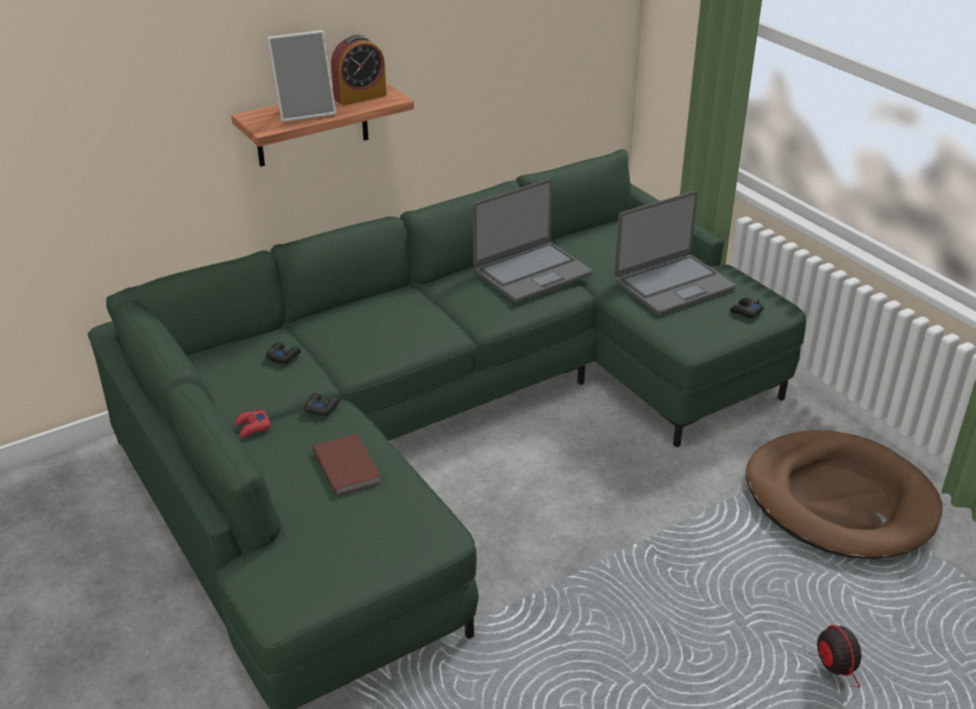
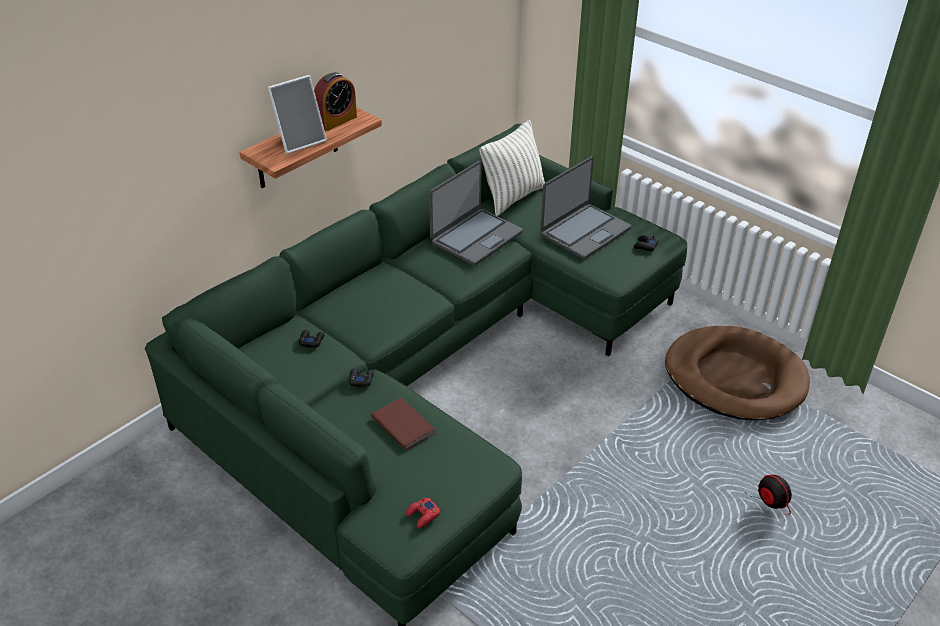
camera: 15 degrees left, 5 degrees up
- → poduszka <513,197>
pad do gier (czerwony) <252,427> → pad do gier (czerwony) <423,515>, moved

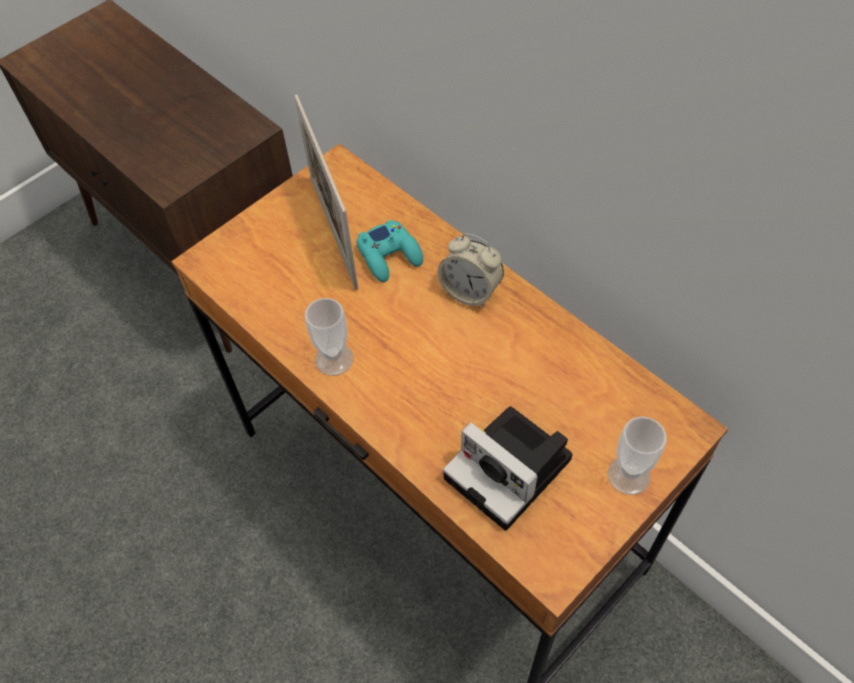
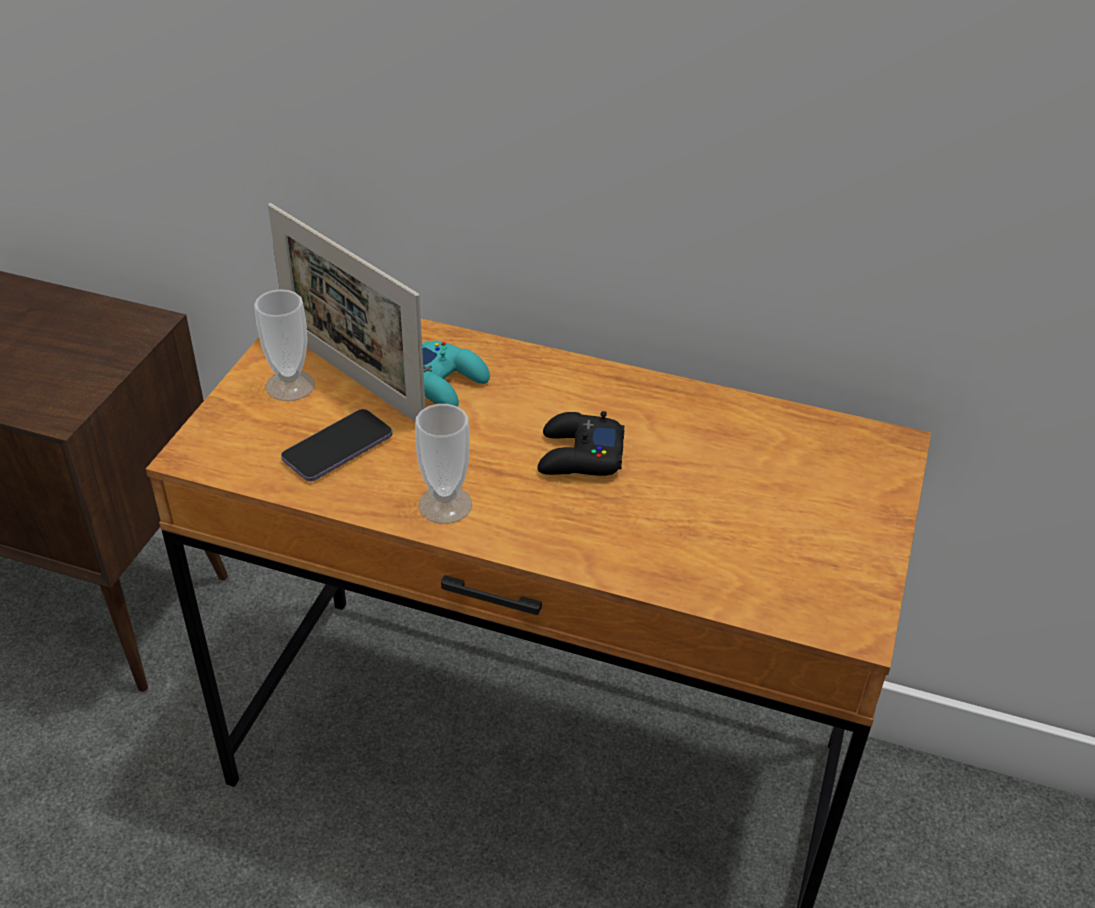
camera: 30 degrees left, 15 degrees down
budzik <470,291> → -
aparat fotograficzny <512,470> → -
- → telefon <337,448>
- → pad do gier (czarny) <579,456>
filiżanka <629,475> → filiżanka <290,386>, moved

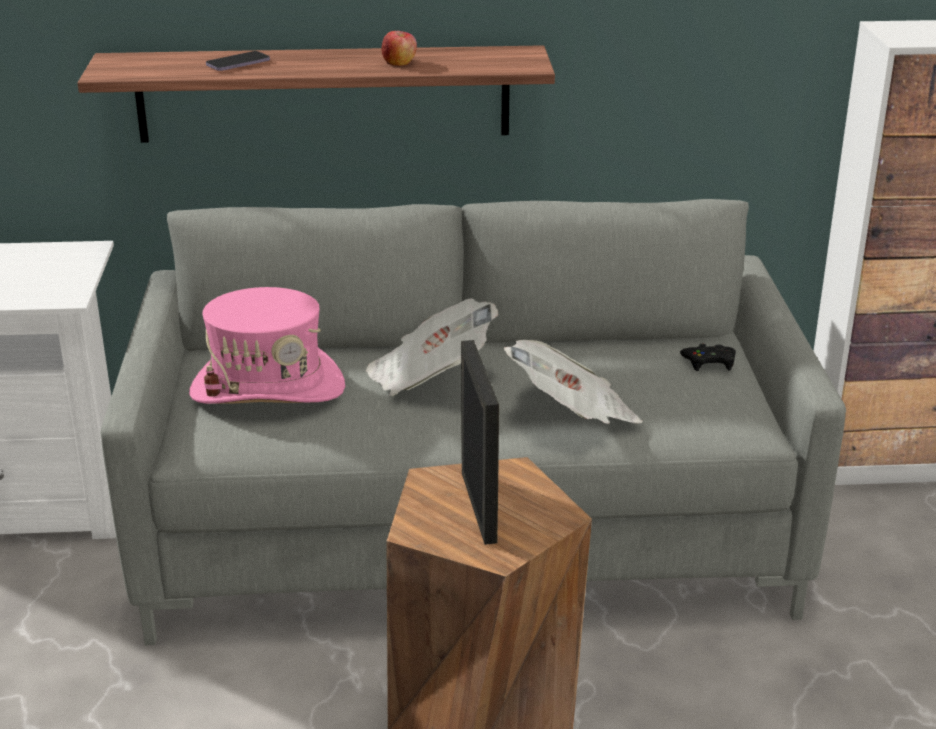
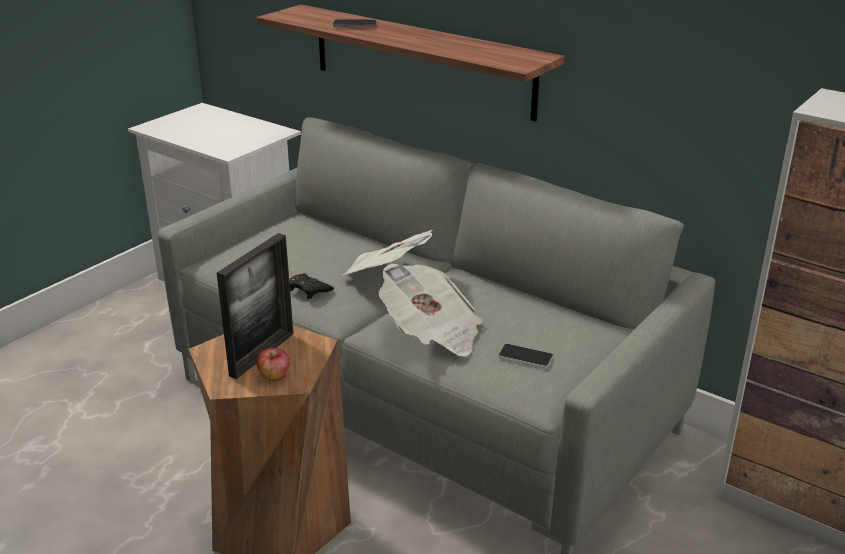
camera: 40 degrees right, 0 degrees up
kapelusz (różowy) <268,389> → -
- → telefon <525,357>
jabłko <399,63> → jabłko <274,375>, moved
pad do gier (czarny) <709,362> → pad do gier (czarny) <308,290>, moved

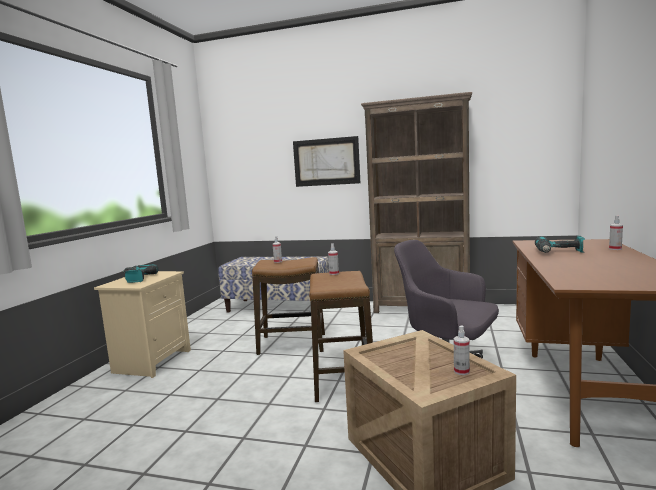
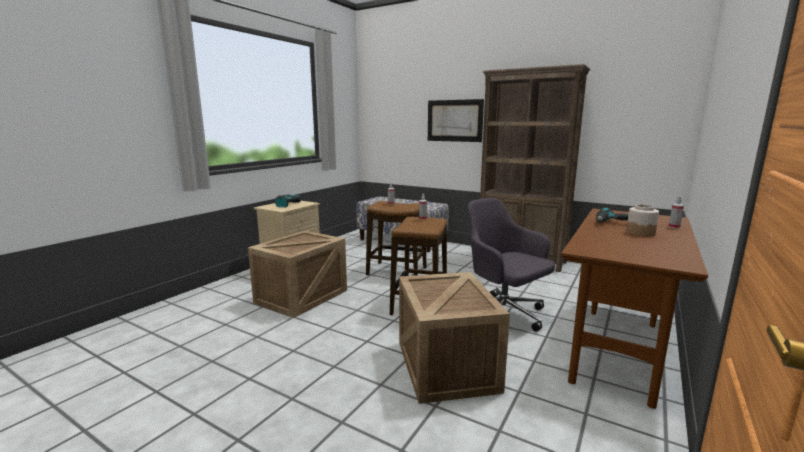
camera: 15 degrees right, 5 degrees up
spryskiwacz <461,371> → -
- → skrzynka <302,296>
- → słoik <640,233>

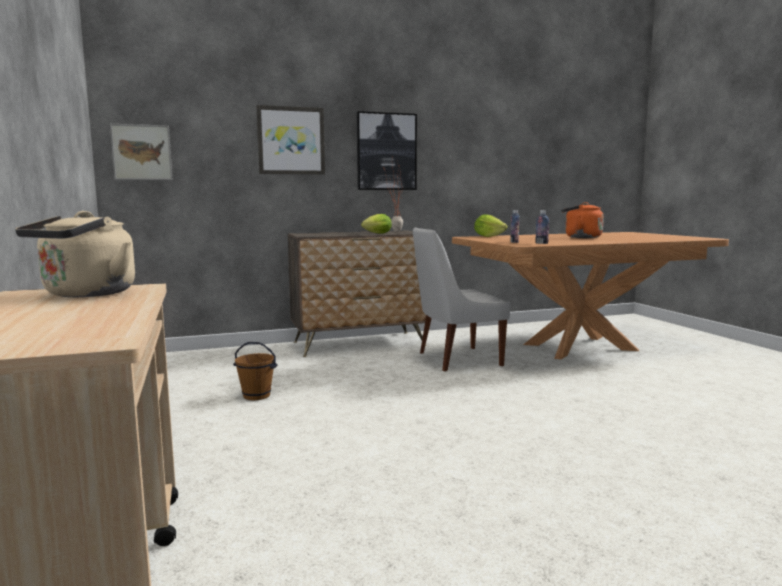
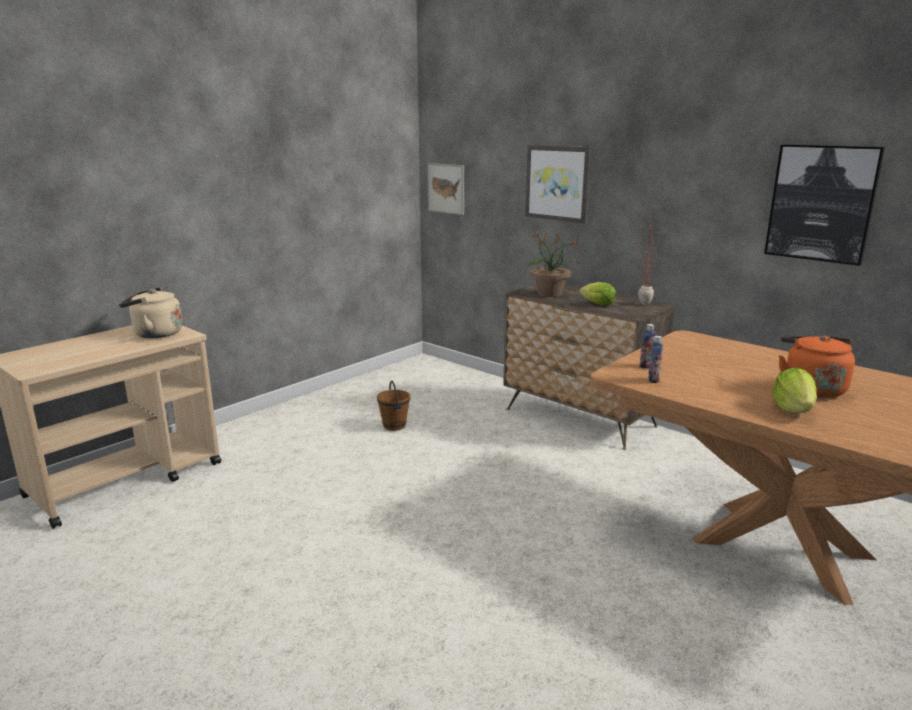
camera: 60 degrees right, 10 degrees up
krzesło (biały) <456,359> → -
- → roślina doniczkowa <550,294>
obraz <386,152> → obraz <821,203>, moved
sałata <488,236> → sałata <793,409>, moved

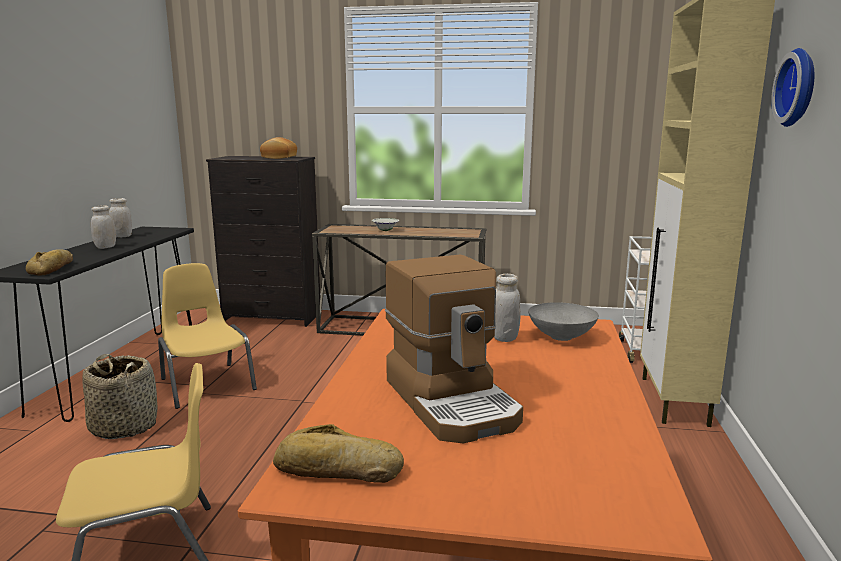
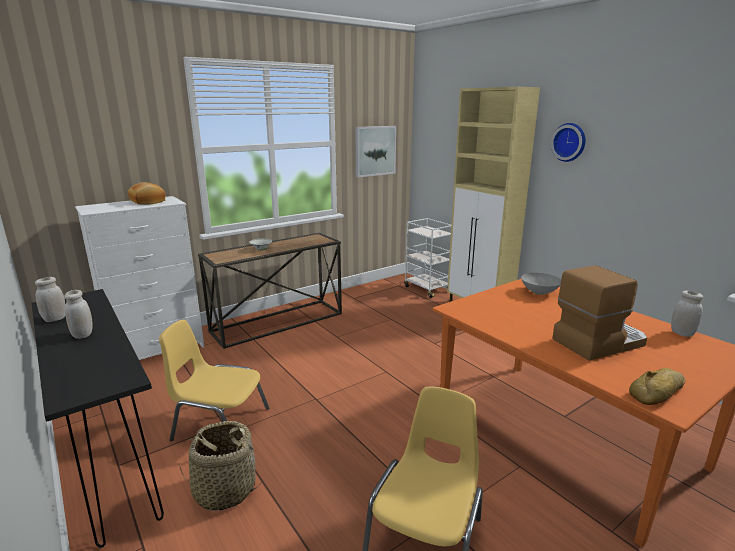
camera: 45 degrees left, 5 degrees up
chleb <53,268> → -
- → obraz <375,151>
słoik (biały) <504,338> → słoik (biały) <682,333>, moved
komoda (czarny) <273,317> → komoda (biały) <158,350>
ekspres do kawy <453,401> → ekspres do kawy <598,341>, 45 degrees counterclockwise

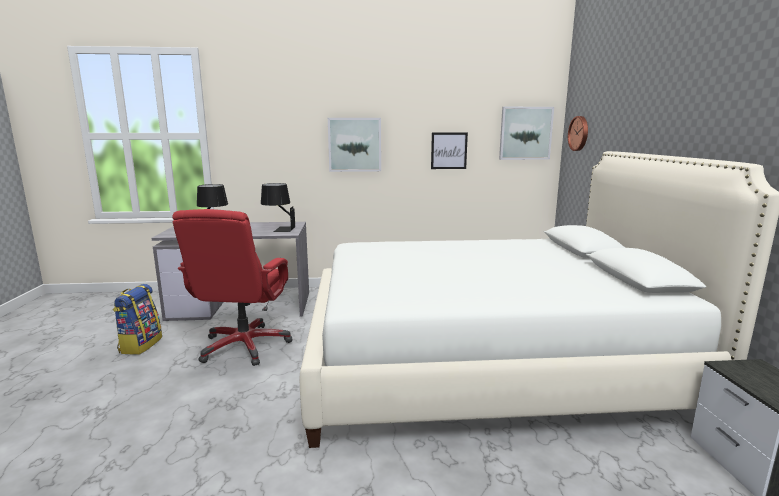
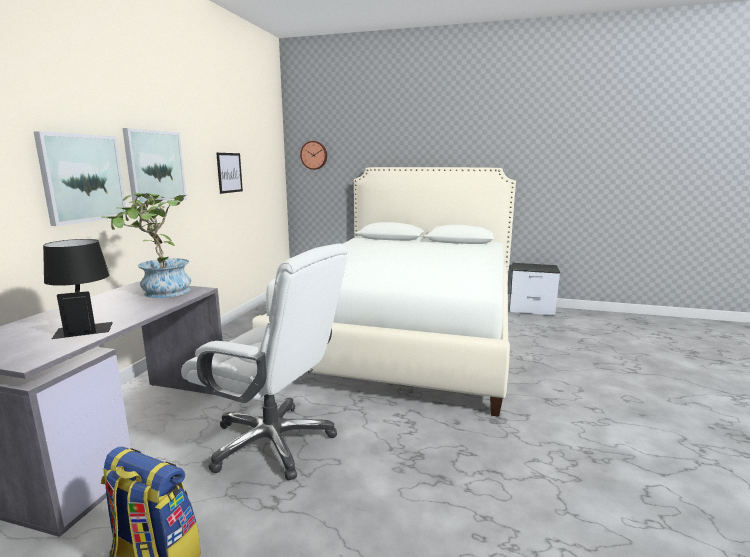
camera: 70 degrees left, 0 degrees up
obraz <525,133> → obraz <82,178>, moved
lampa stołowa (czarny) <279,229> → roślina doniczkowa <160,293>
krzesło biurowe (czerwony) <244,346> → krzesło biurowe (biały) <273,442>

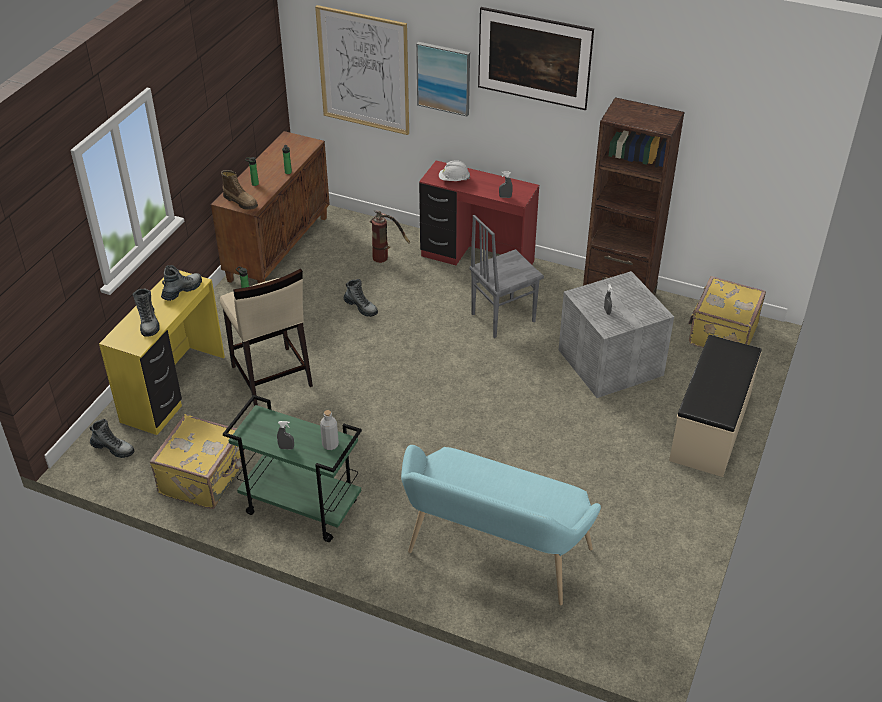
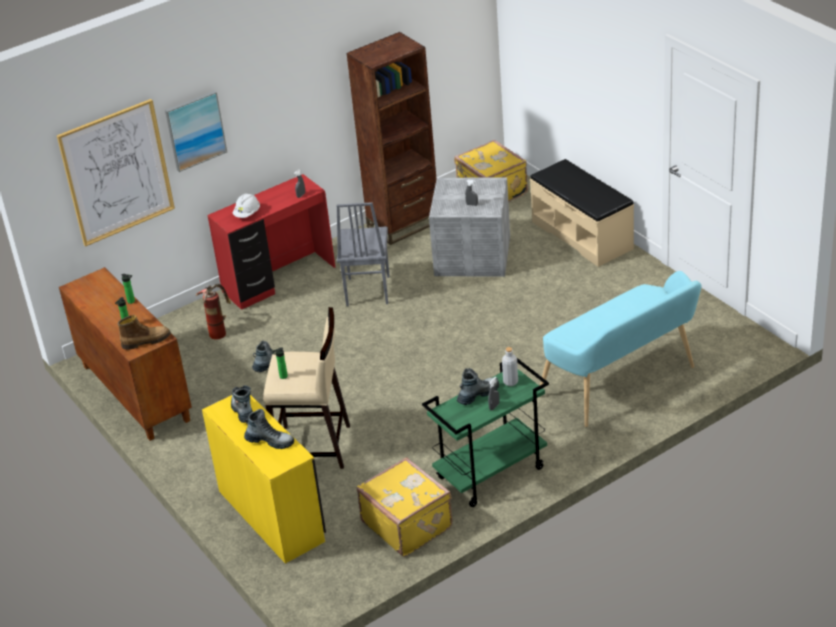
camera: 55 degrees left, 5 degrees down
obraz <533,78> → -
but z cholewką <113,448> → but z cholewką <478,395>, moved

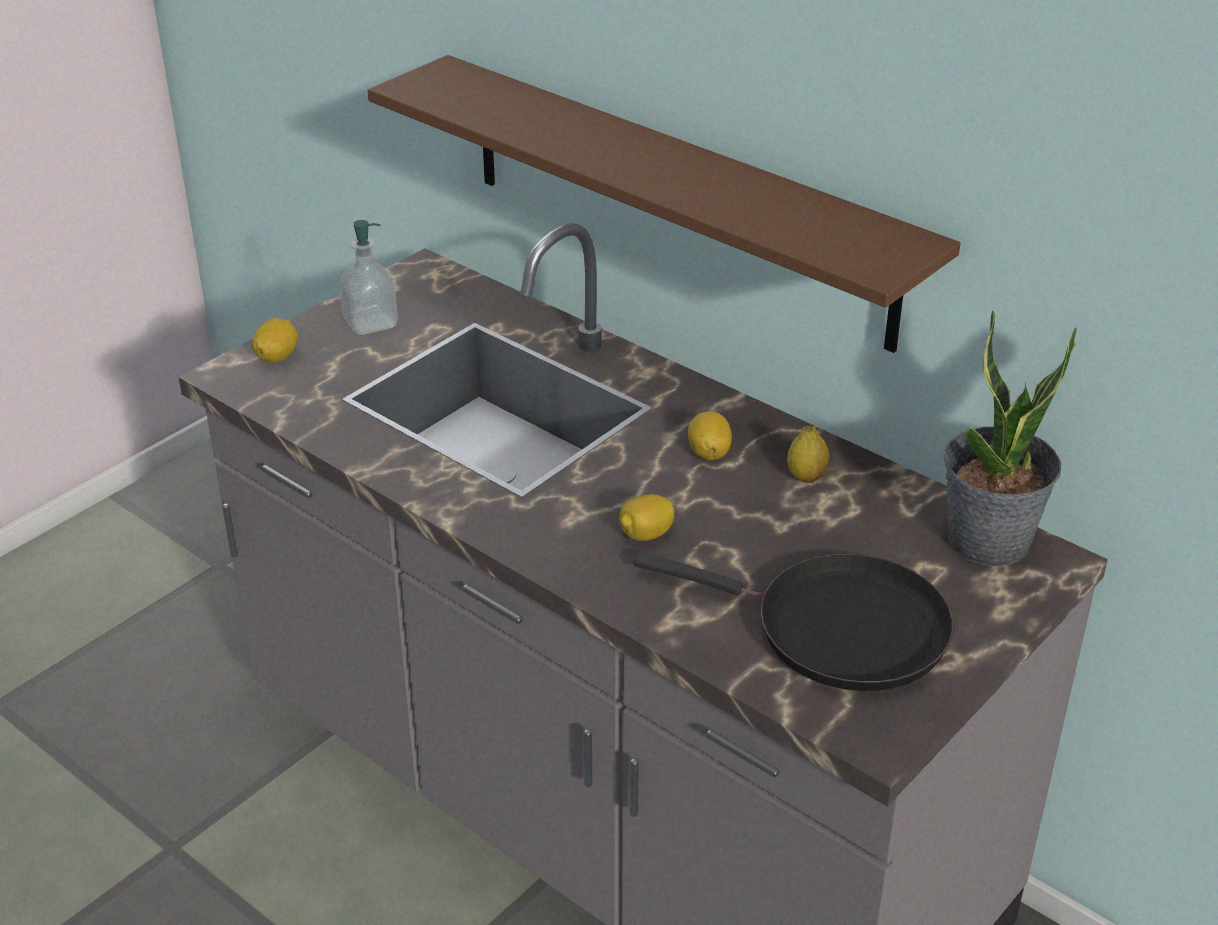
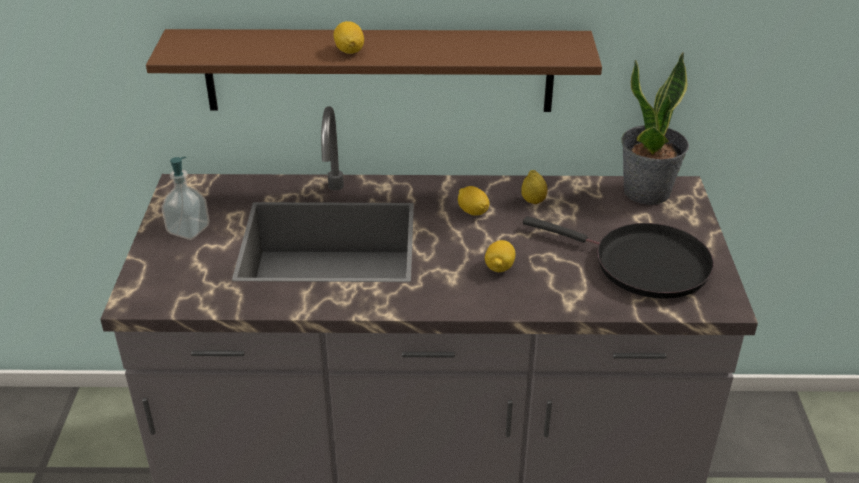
camera: 40 degrees left, 0 degrees up
cytryna <277,356> → cytryna <349,51>, moved
patelnia (czarny) <838,629> → patelnia (czarny) <643,265>, 45 degrees clockwise

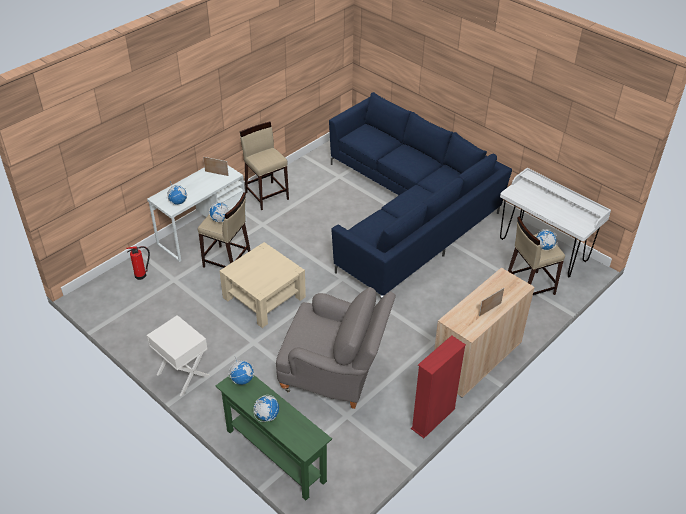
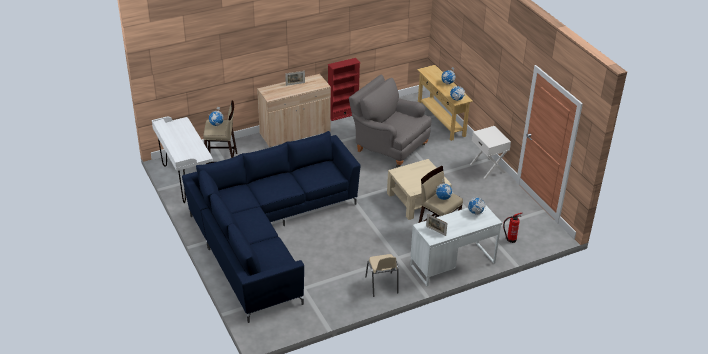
camera: 160 degrees left, 5 degrees down
stołek (beżowy) <267,195> → krzesło (beżowy) <382,285>
stolik konsolowy (zielony) <275,455> → stolik konsolowy (beżowy) <441,120>

